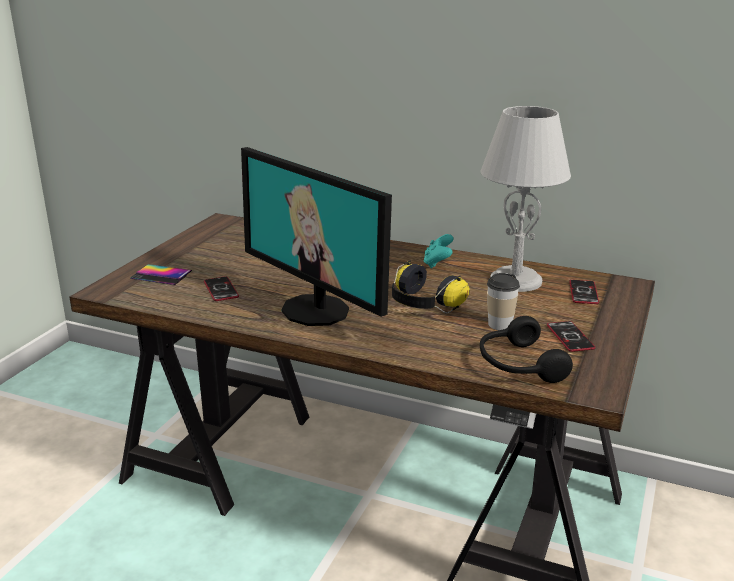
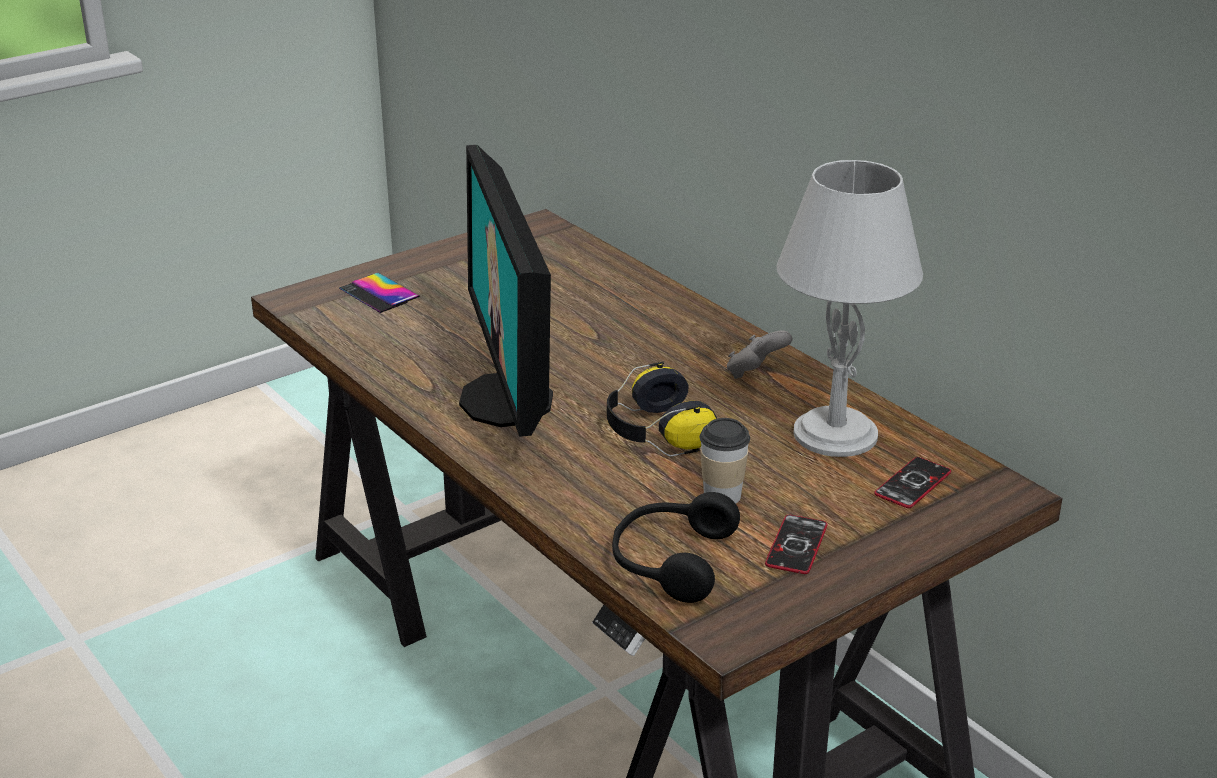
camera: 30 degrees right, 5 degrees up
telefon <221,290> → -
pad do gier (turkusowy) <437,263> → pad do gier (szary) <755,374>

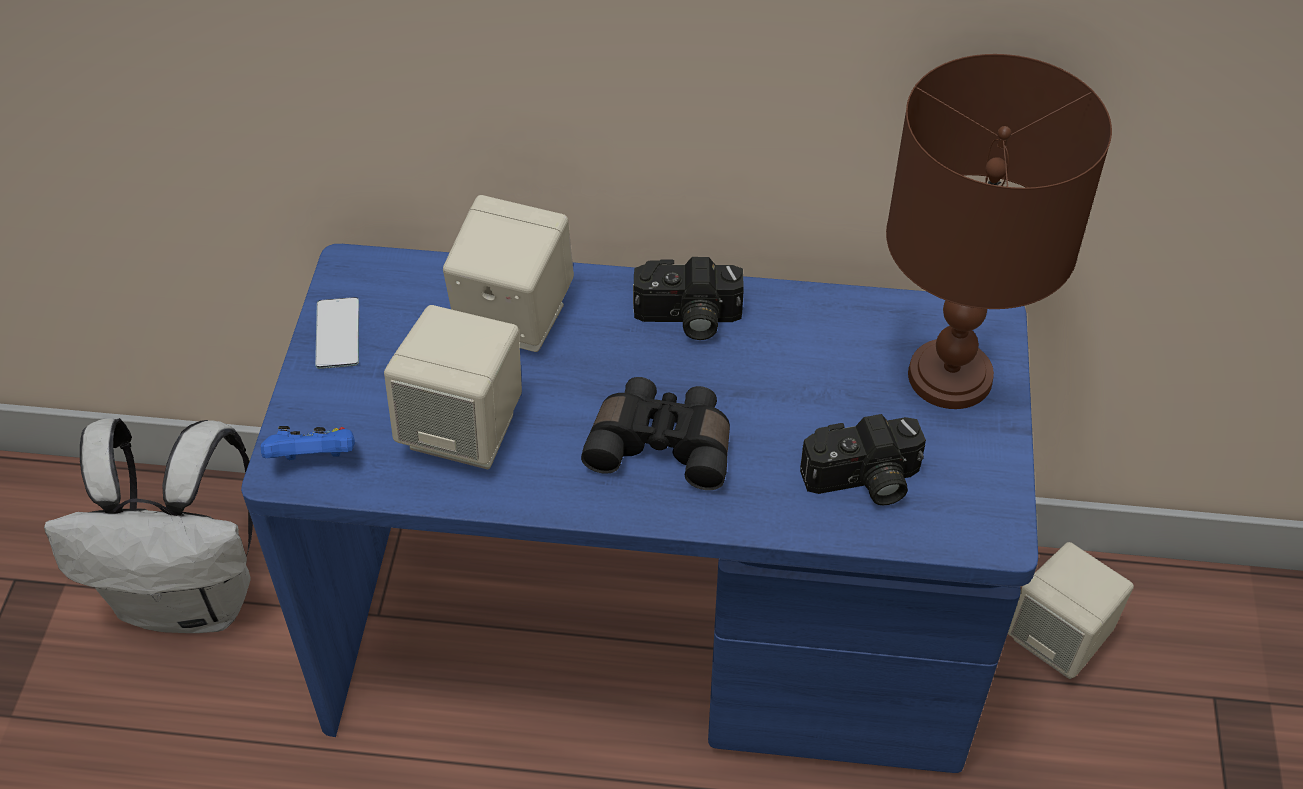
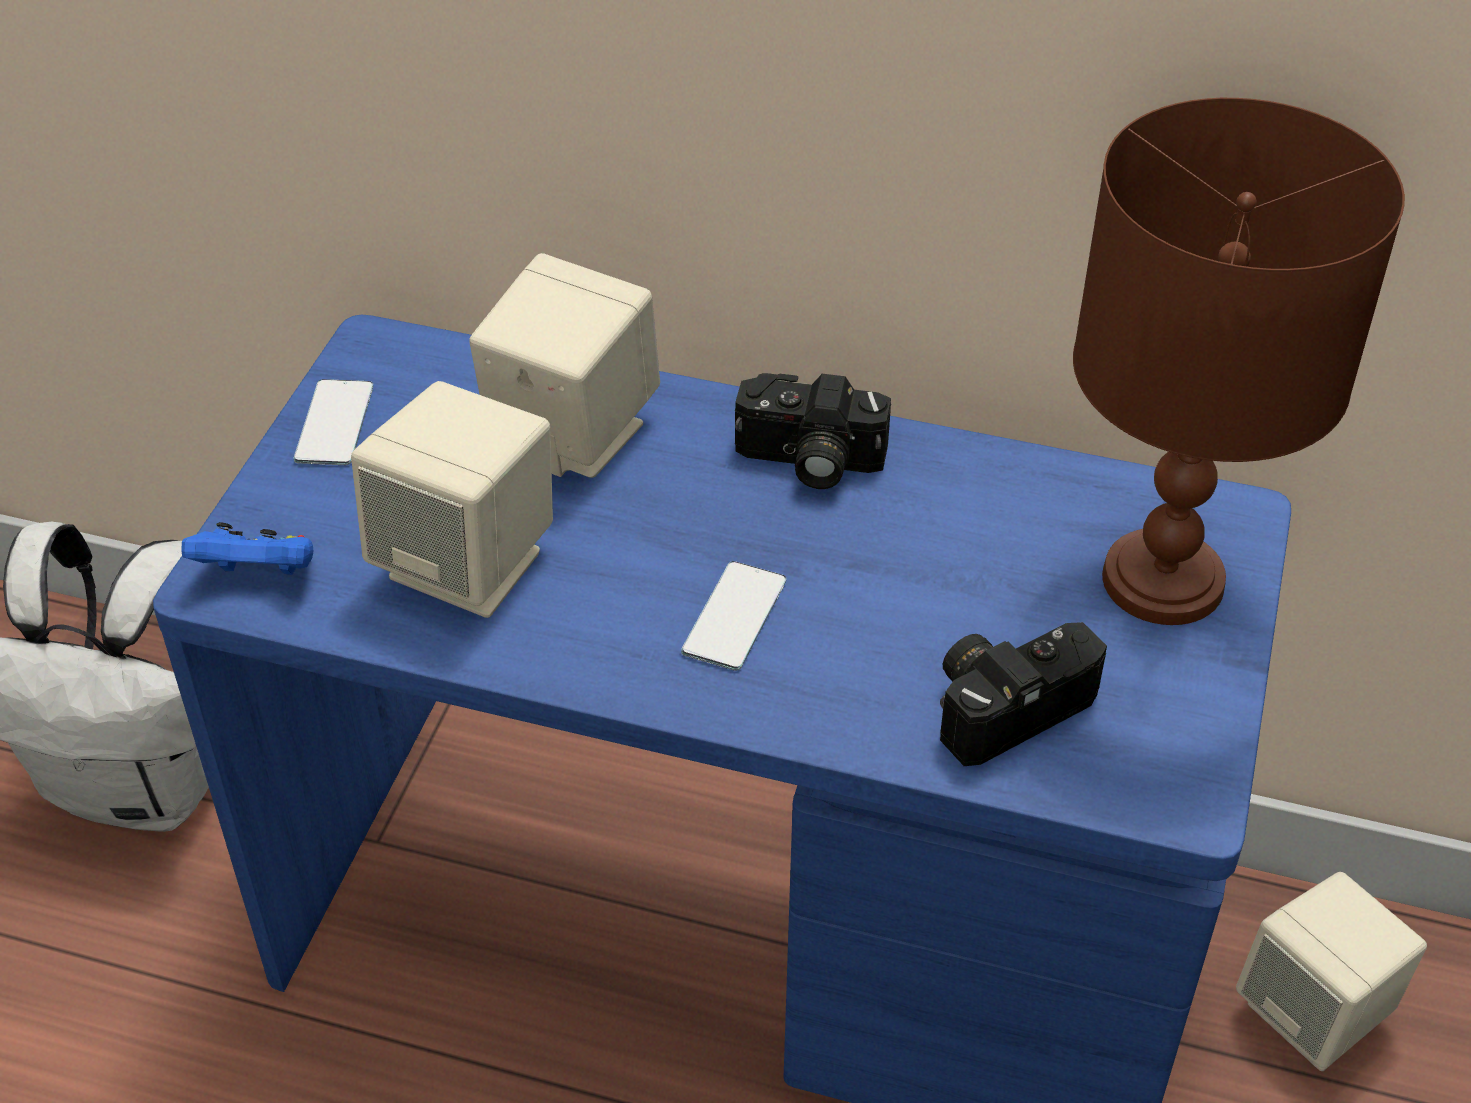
camera: 10 degrees right, 5 degrees down
lornetka (czarny) <662,444> → telefon <734,616>
aparat fotograficzny <863,482> → aparat fotograficzny <1007,704>, 150 degrees clockwise

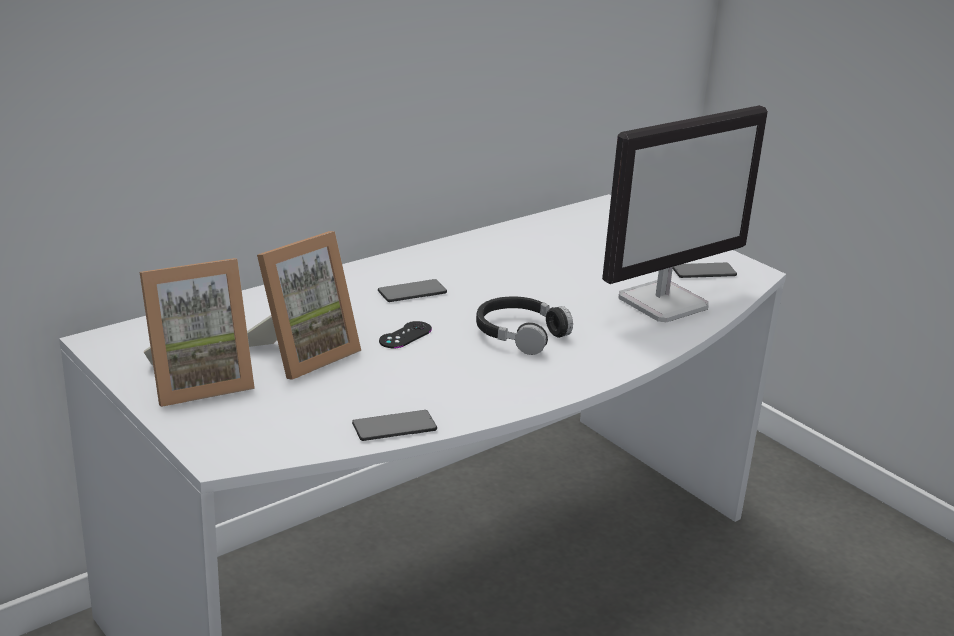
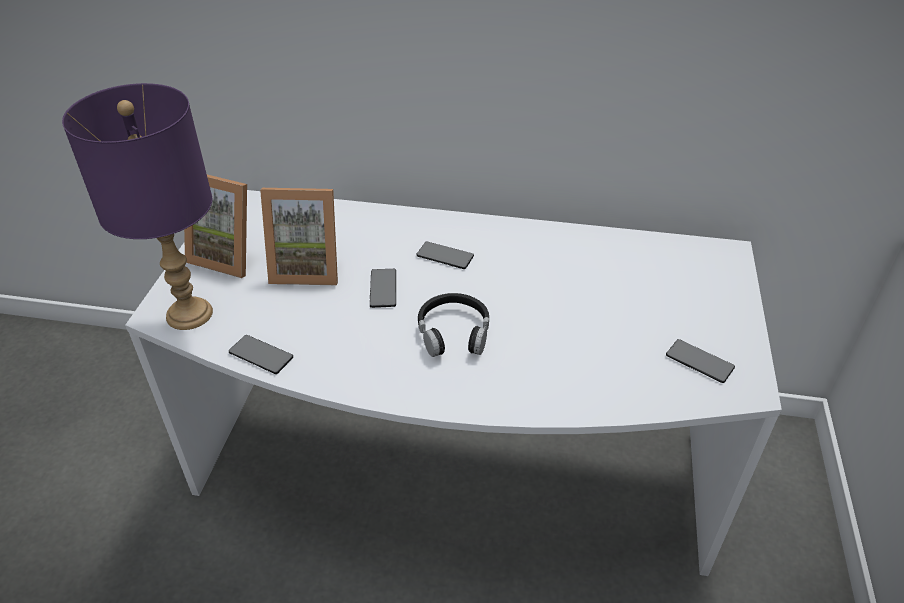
camera: 50 degrees right, 15 degrees up
monitor <663,302> → -
- → lampa stołowa (fioletowy) <188,314>
pad do gier (czarny) <405,335> → telefon <383,289>

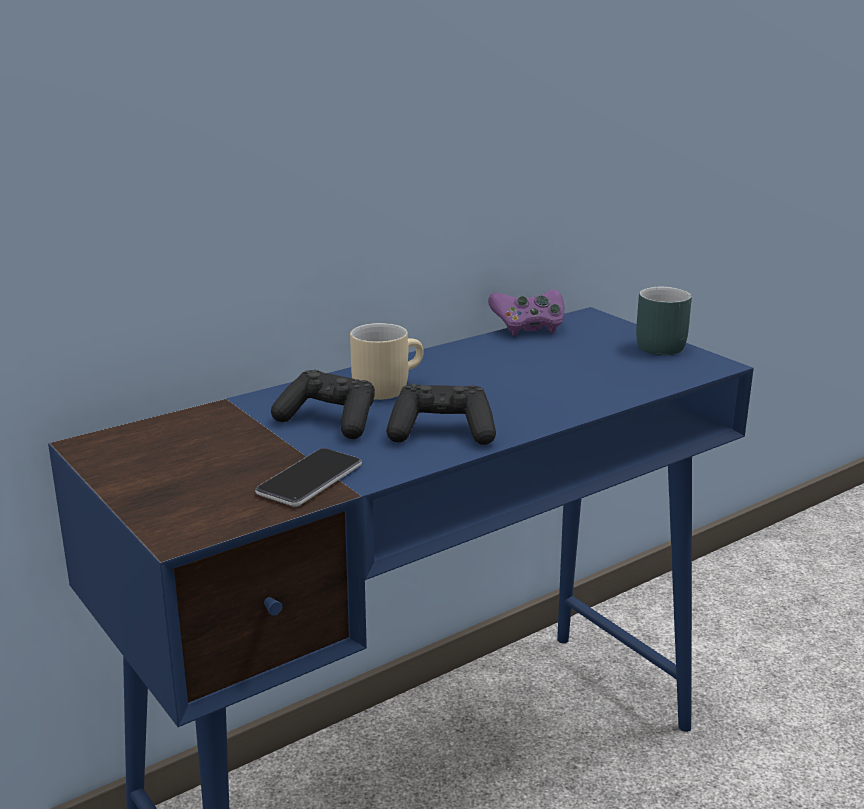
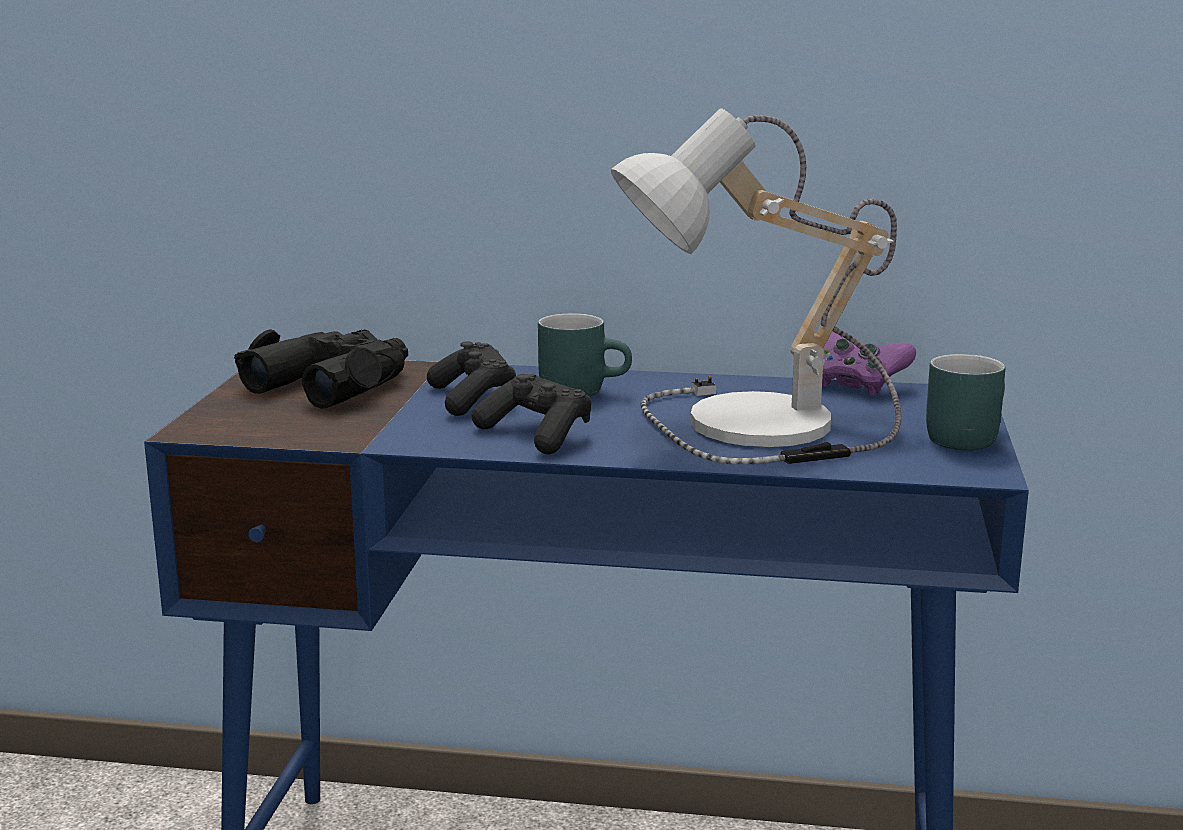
camera: 45 degrees right, 5 degrees down
telefon <309,479> → -
- → lornetka (czarny) <333,383>
- → lampa stołowa <757,429>
kubek (beżowy) <385,387> → kubek (turkusowy) <583,390>

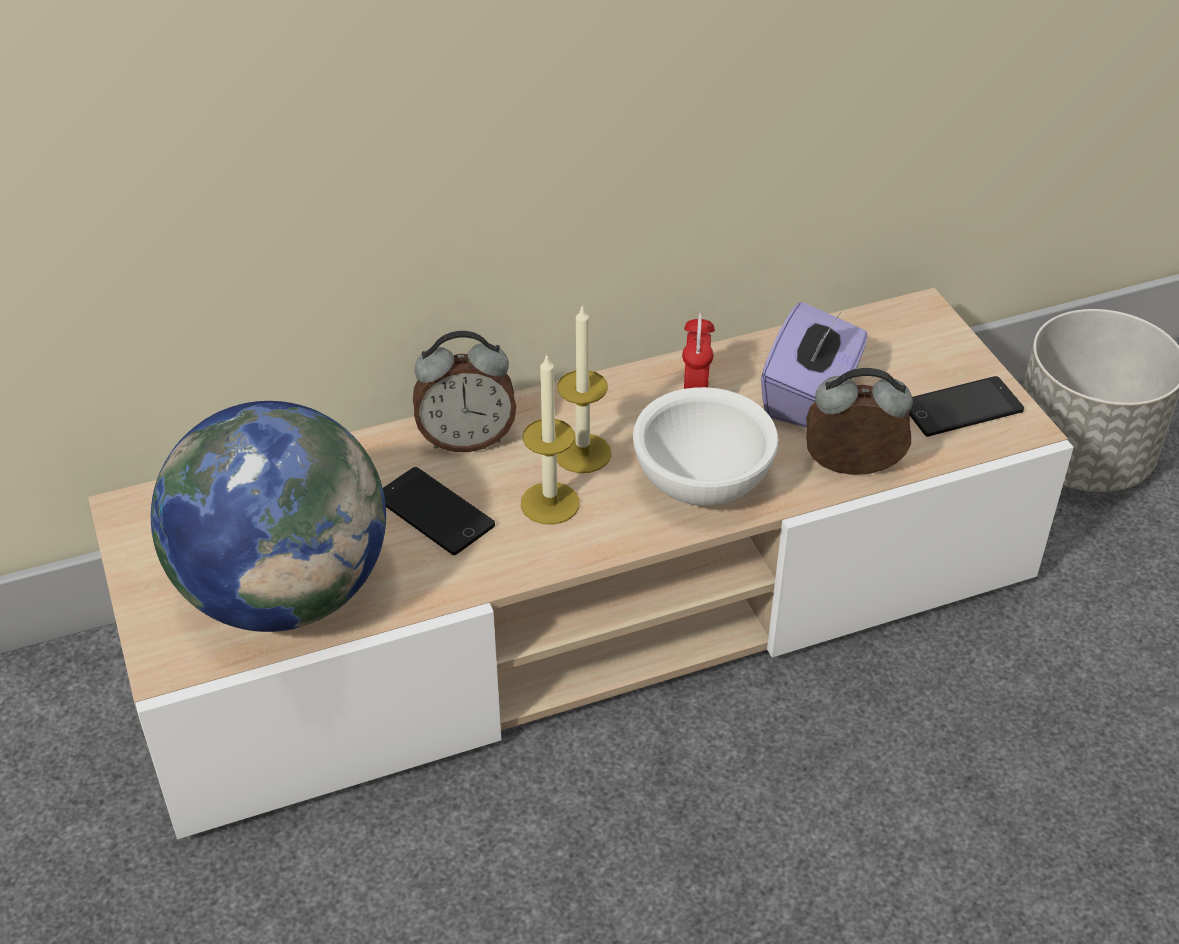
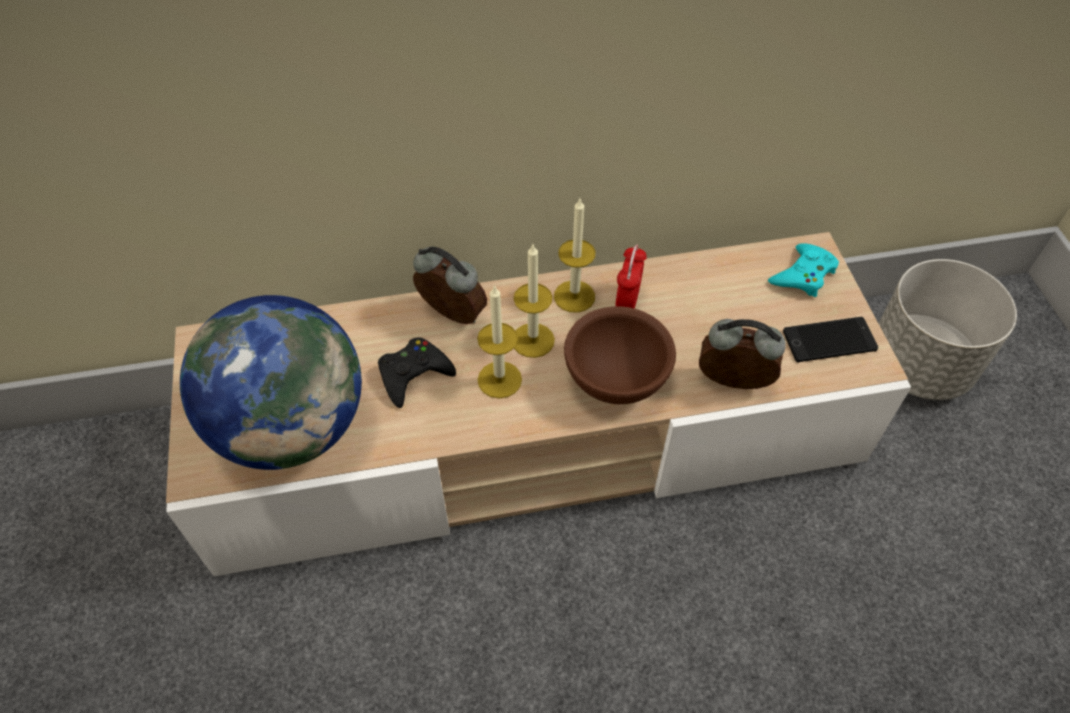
camera: 10 degrees right, 10 degrees up
pudełko chusteczek (fioletowy) <811,397> → -
- → świeca <574,296>
- → pad do gier (turkusowy) <803,275>
telefon <434,512> → pad do gier (czarny) <414,375>
miska (biały) <704,484> → miska (brązowy) <617,379>
budzik <466,439> → budzik <451,316>, 150 degrees counterclockwise

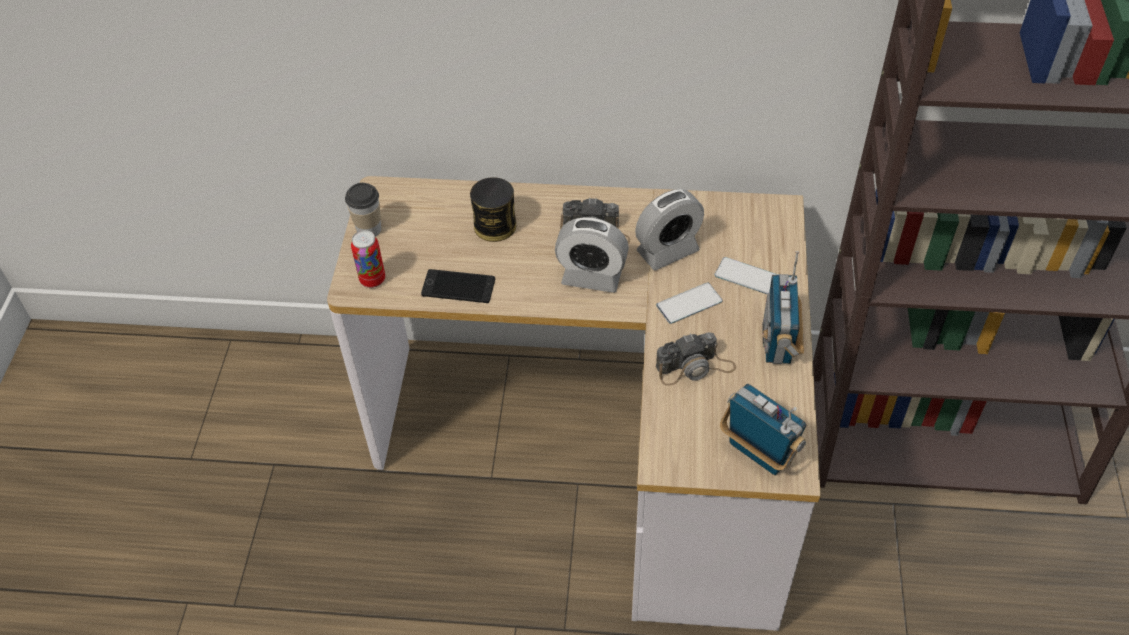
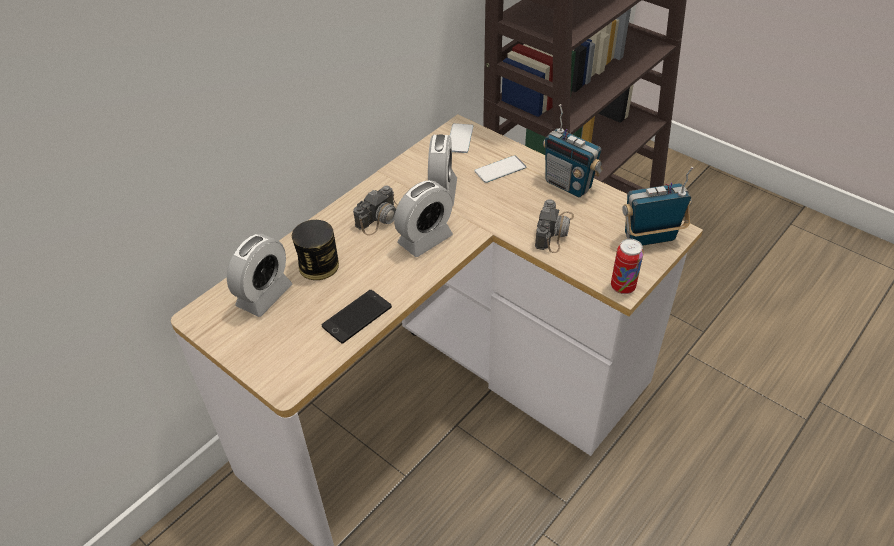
camera: 55 degrees left, 5 degrees down
filiżanka <369,229> → -
- → budzik <264,296>
puszka <372,280> → puszka <622,287>, moved
telefon <689,303> → telefon <460,138>, moved

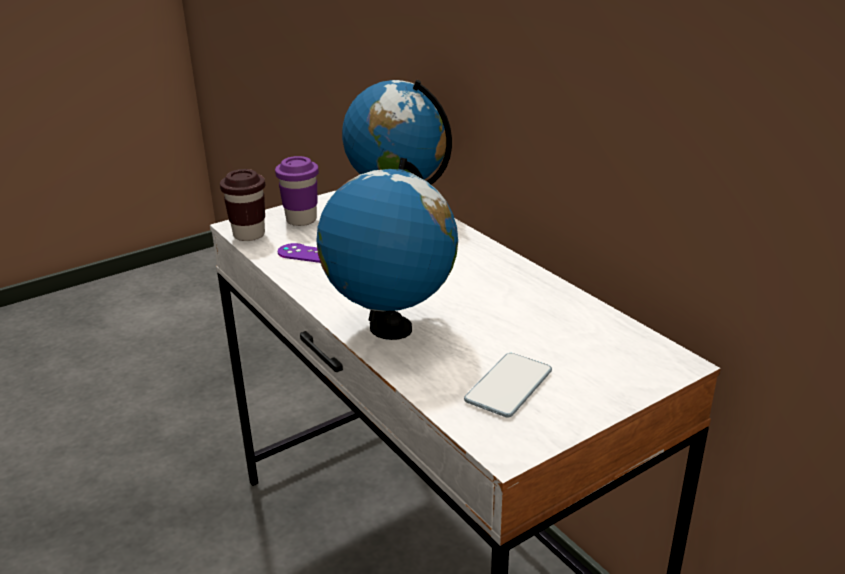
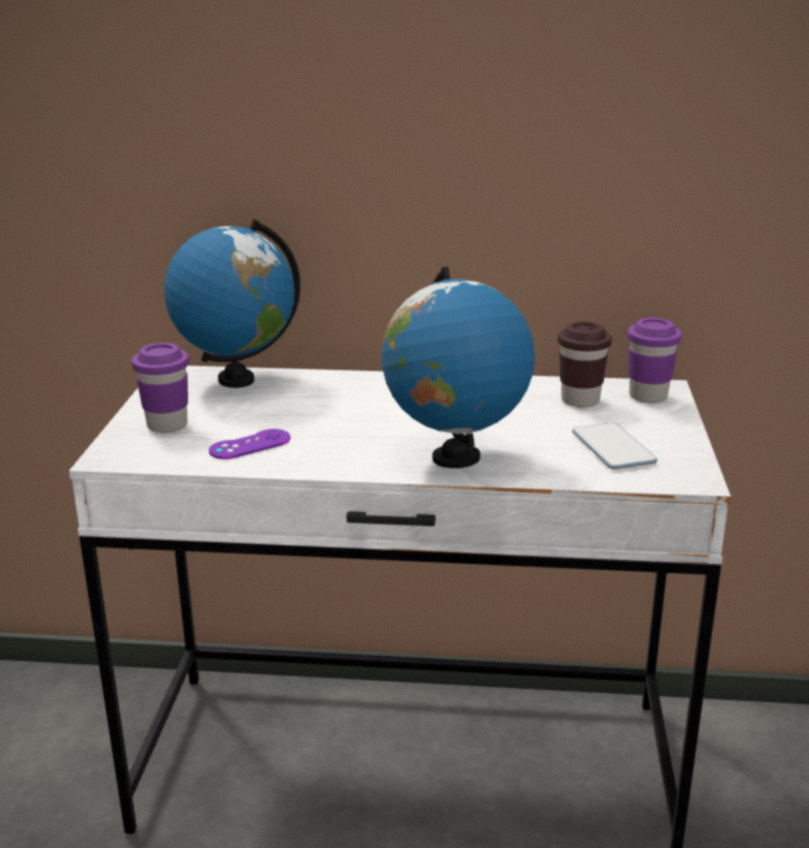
camera: 50 degrees left, 5 degrees down
- → filiżanka (fioletowy) <648,396>
filiżanka (brązowy) <249,235> → filiżanka (brązowy) <580,400>, moved

